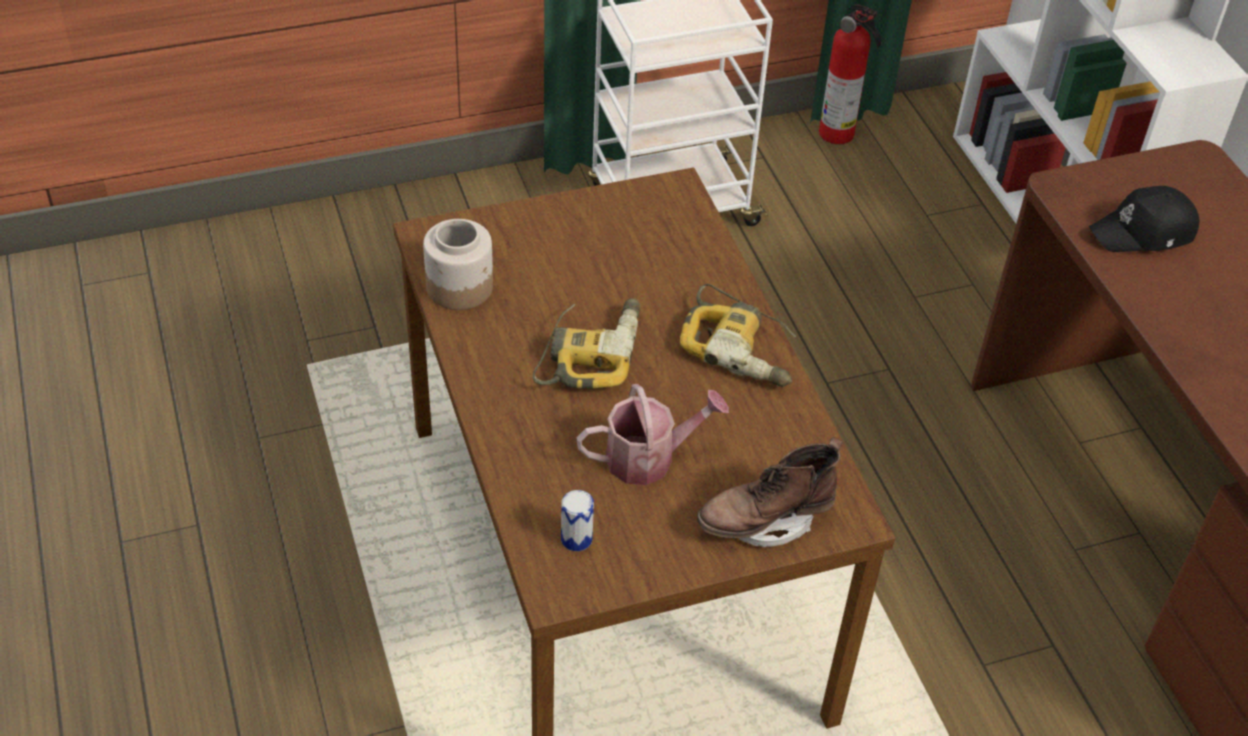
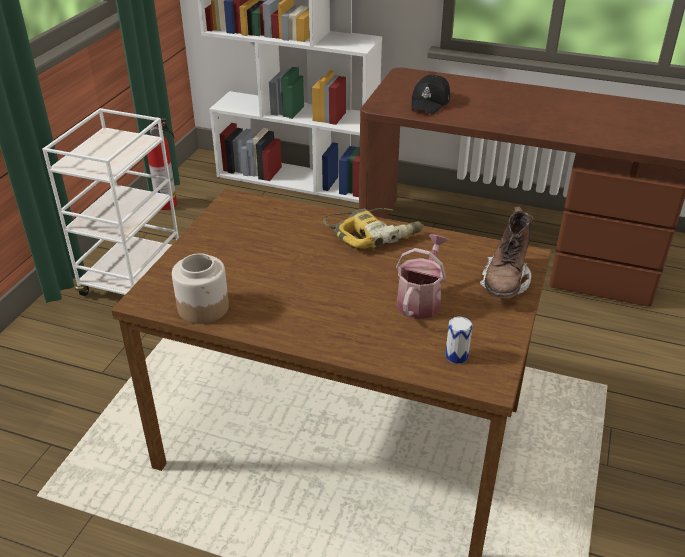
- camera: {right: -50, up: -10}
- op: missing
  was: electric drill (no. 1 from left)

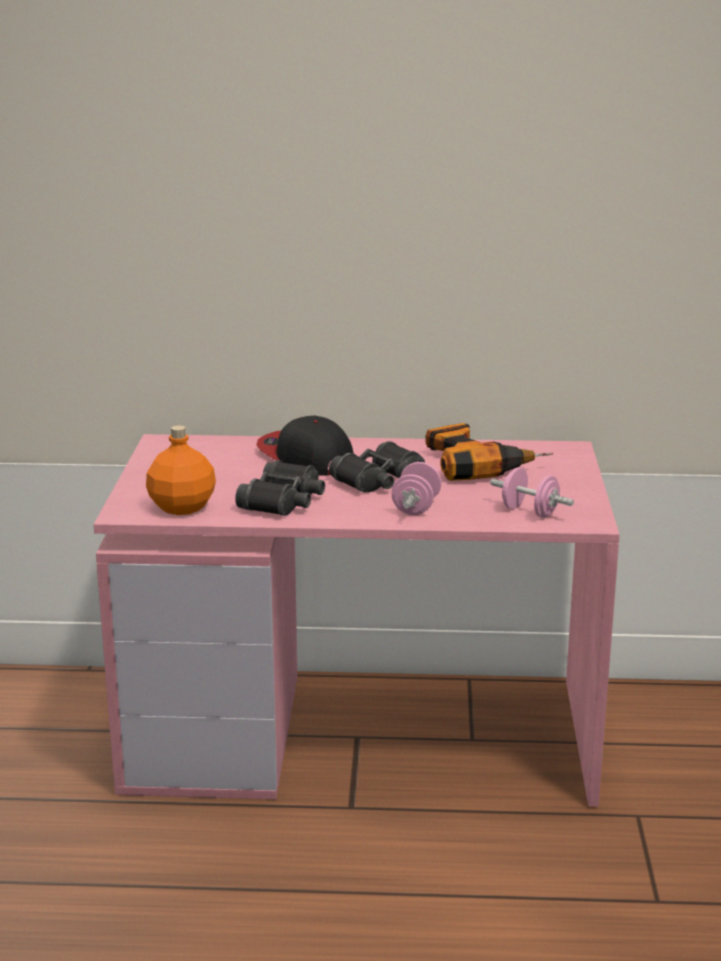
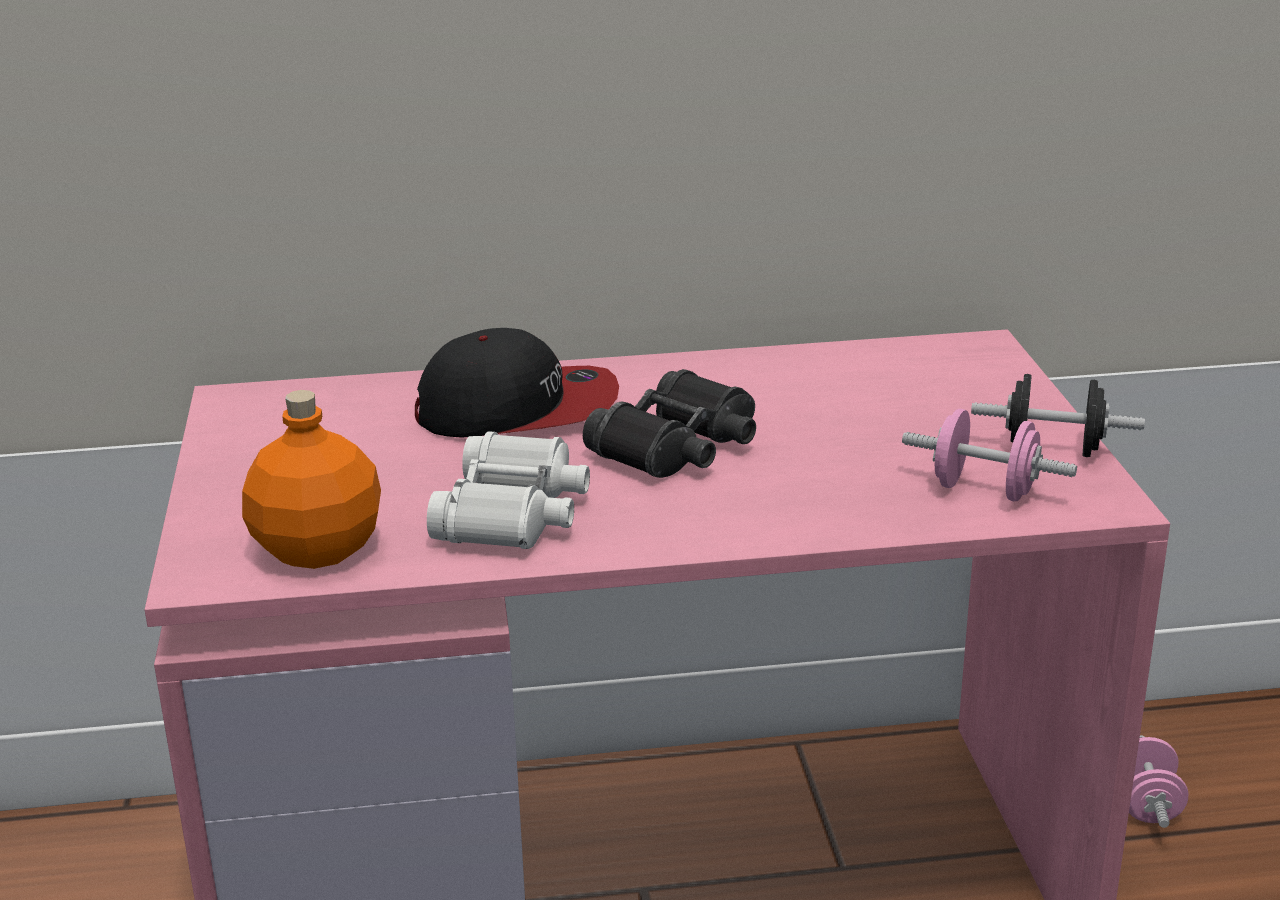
- camera: {right: -10, up: 5}
- op: missing
  was: electric drill
- op: appeared
  now: dumbbell (black)
- op: relocated
  was: dumbbell (pinkish) (no. 1 from left in the first image)
  now: dumbbell (pinkish) (no. 2 from left)
- op: colour
  was: binoculars (black) (no. 1 from left)
  now: binoculars (white)
- op: spun
  was: peaked cap
  clockwise: 135

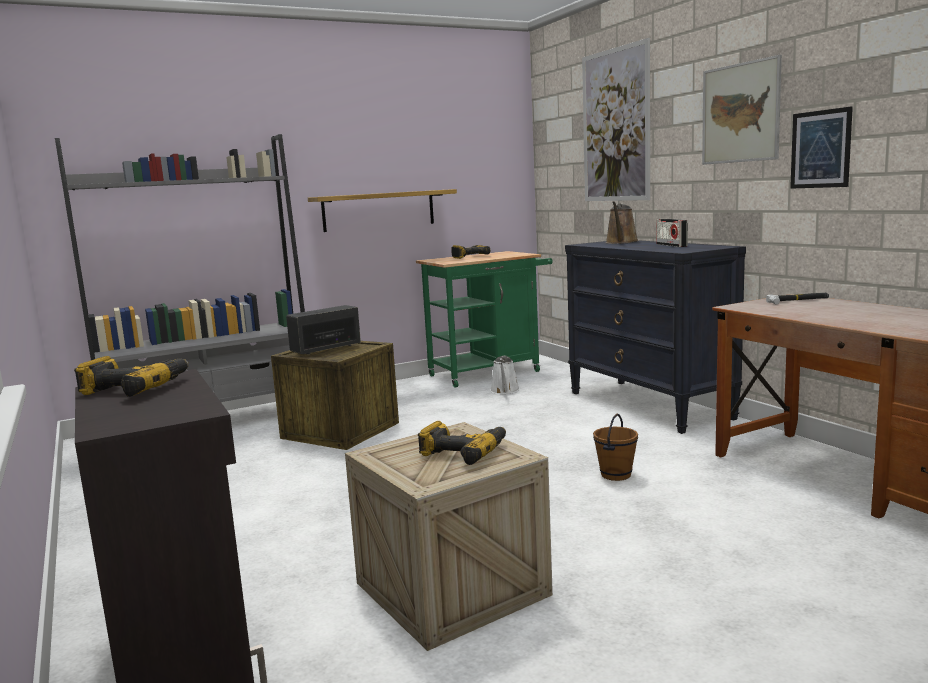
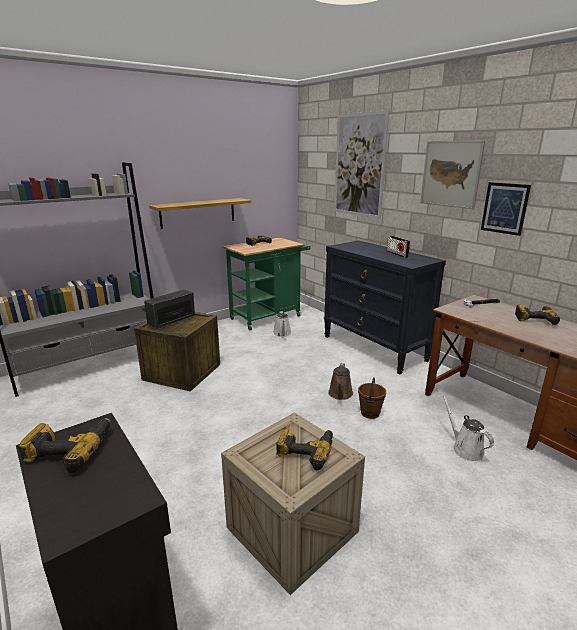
- camera: {right: -10, up: 10}
- op: appeared
  now: sprinkling can (white) (no. 2 from left)
- op: appeared
  now: electric drill (no. 4 from left)
- op: relocated
  was: sprinkling can (brown-coloured)

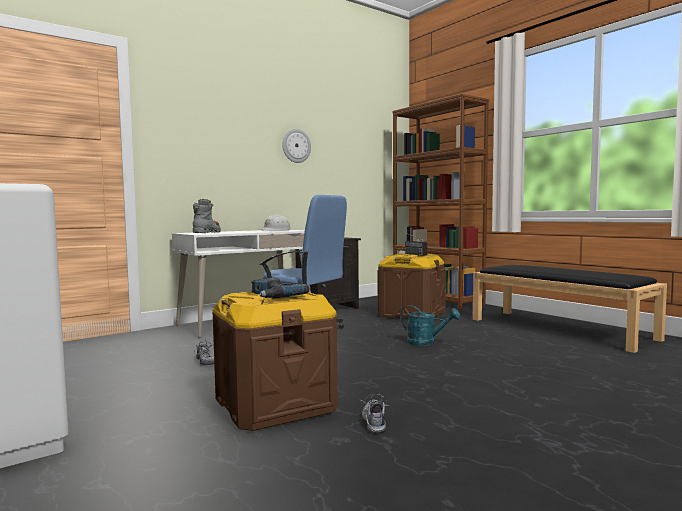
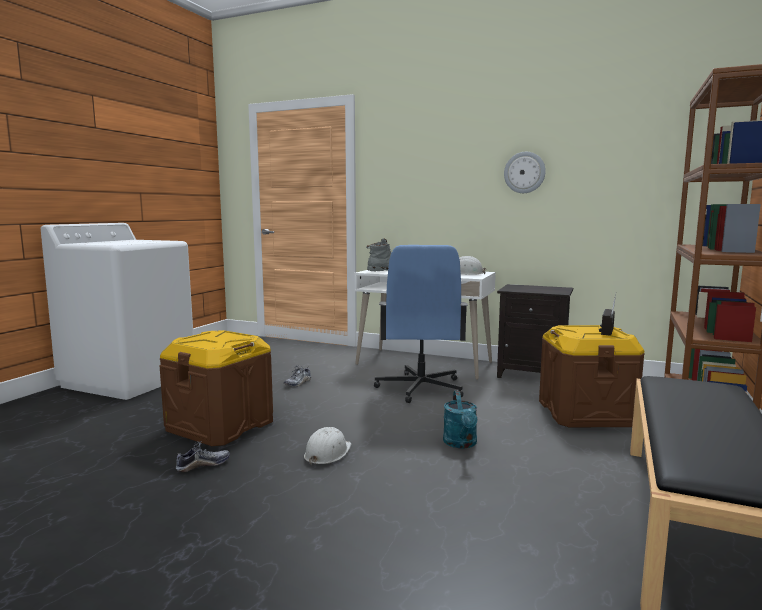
- camera: {right: 60, up: 5}
- op: missing
  was: electric drill
- op: appeared
  now: safety helmet (white) (no. 1 from left)

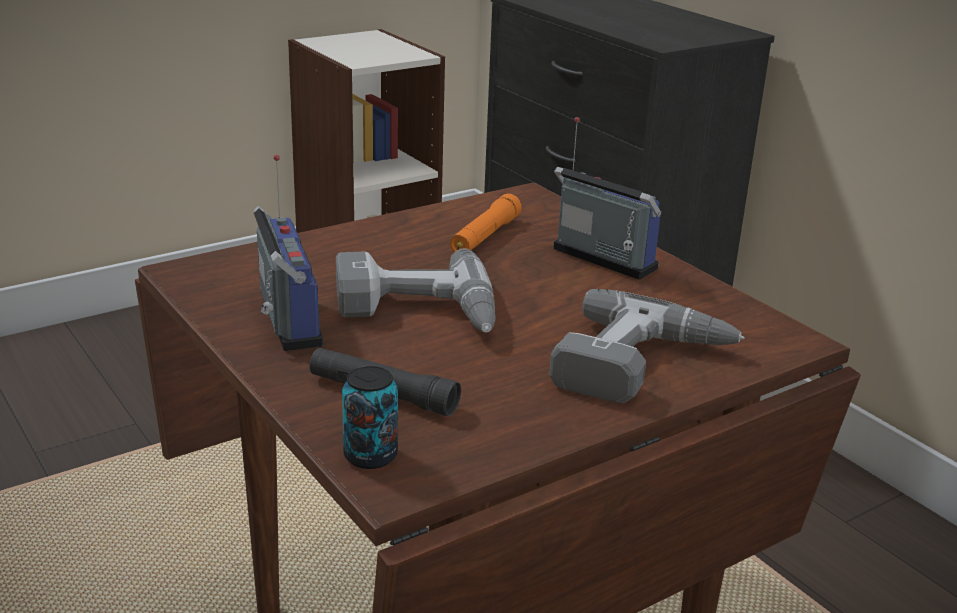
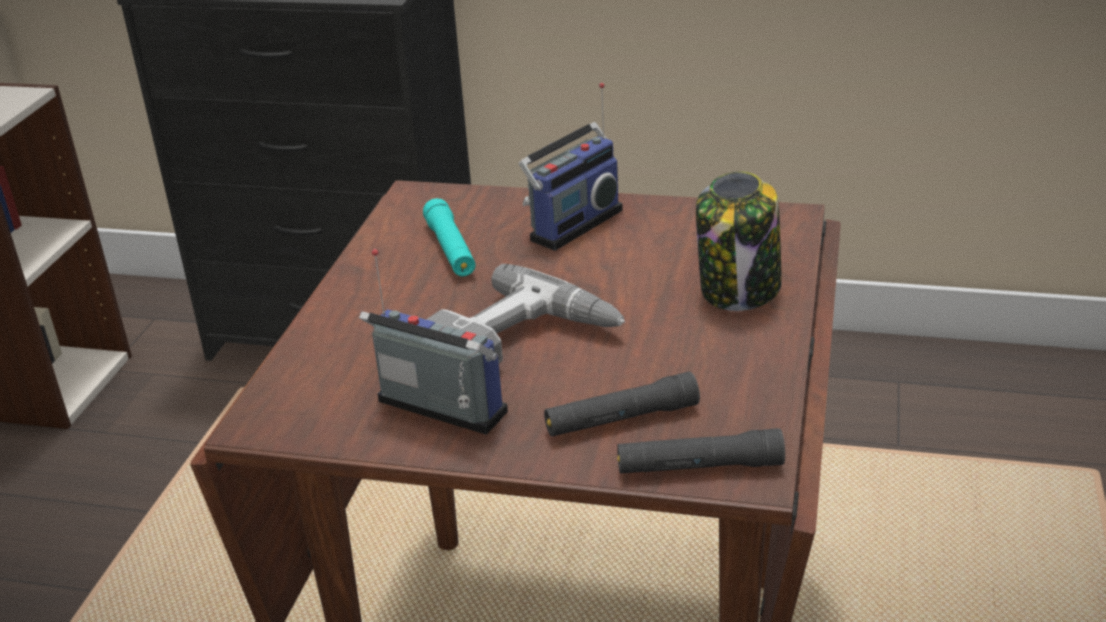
- camera: {right: -40, up: 5}
- op: exchanged
  was: can
  now: torch (black) (no. 2 from left)
- op: exchanged
  was: electric drill (no. 2 from left)
  now: preserve jar
- op: colour
  was: torch (orange-coloured)
  now: torch (turquoise-coloured)
- op: spun
  was: radio (no. 2 from left)
  clockwise: 135

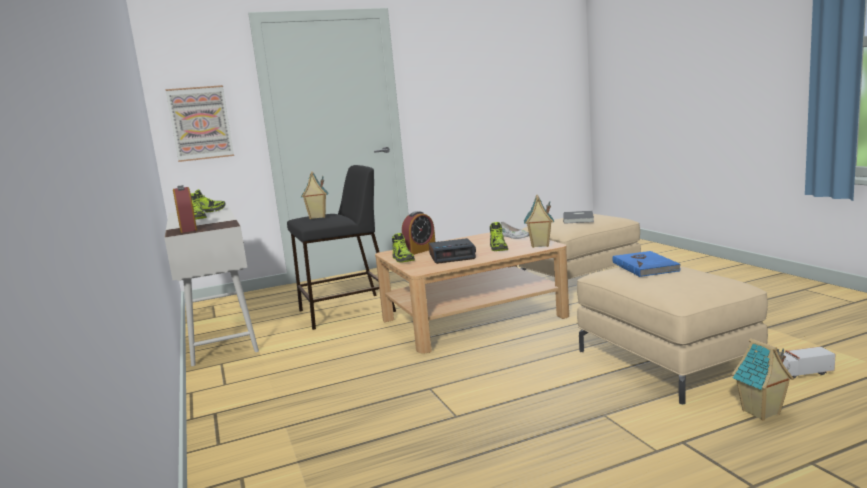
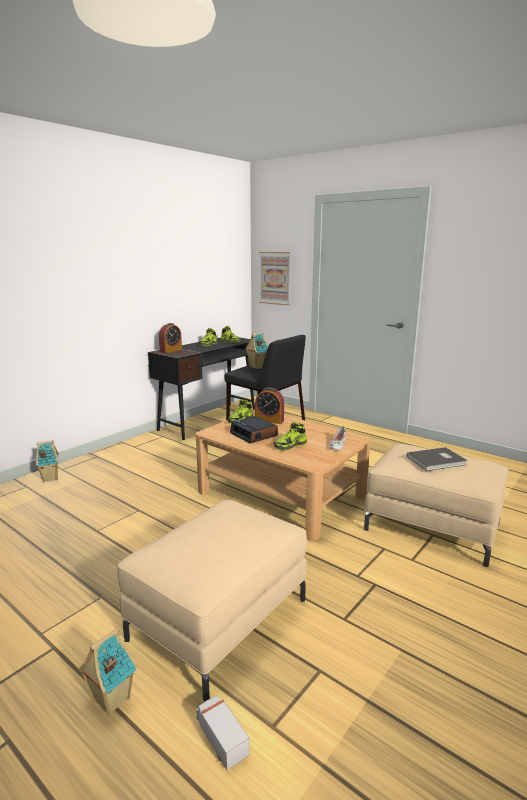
- camera: {right: 60, up: 5}
- op: missing
  was: bound book (blue-coloured)
- op: relocated
  was: toy house (no. 2 from left in the first image)
  now: toy house (no. 1 from left)
- op: colour
  was: desk (white)
  now: desk (black)

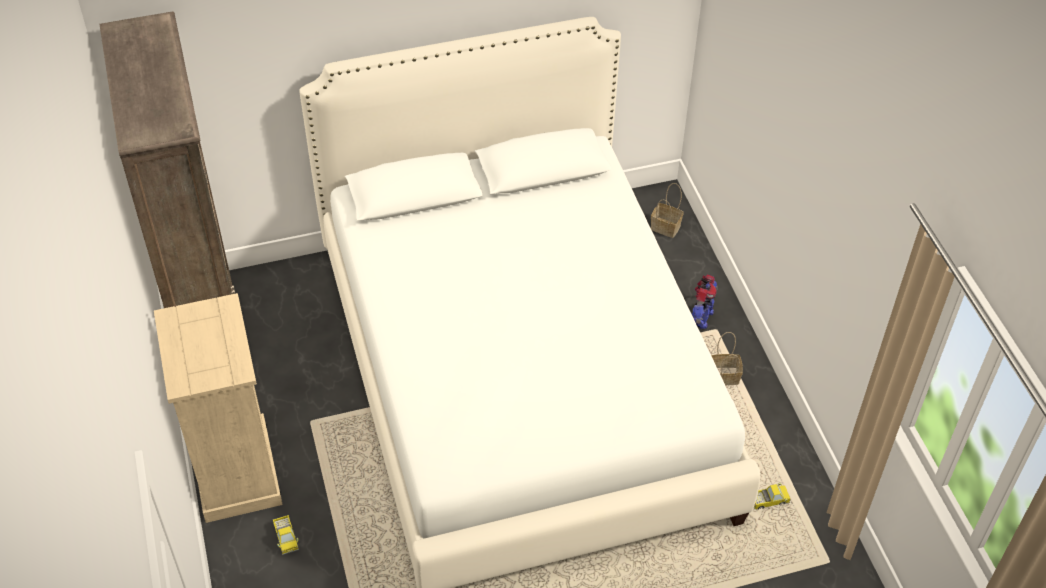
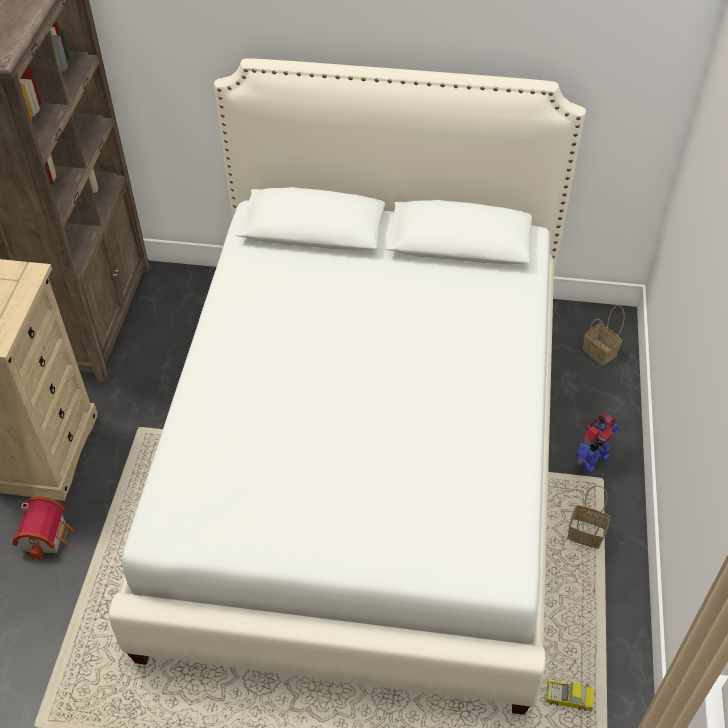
- camera: {right: 25, up: 0}
- op: exchanged
  was: model truck (no. 1 from left)
  now: toy house

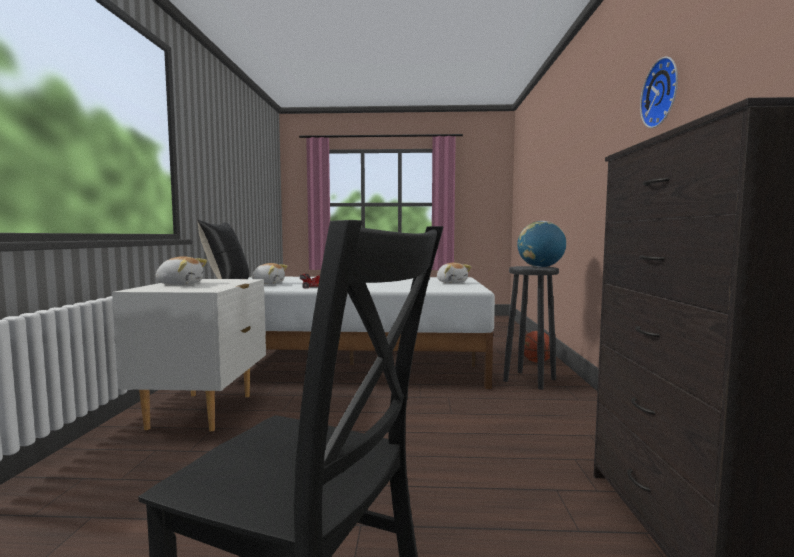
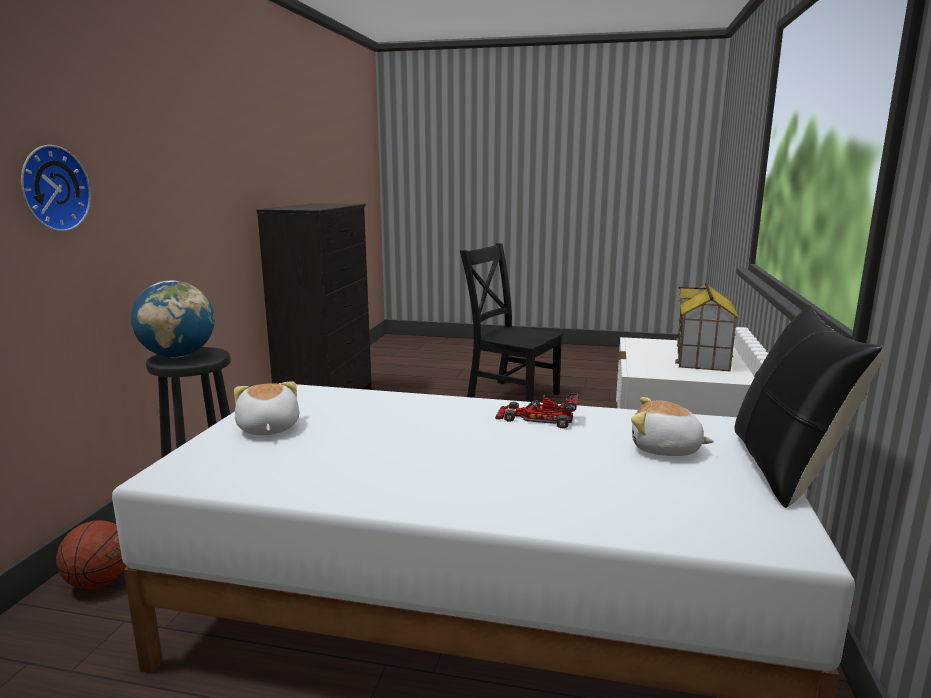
- camera: {right: -170, up: 10}
- op: relocated
  was: clock on the wall
- op: exchanged
  was: plush toy (no. 1 from left)
  now: toy house

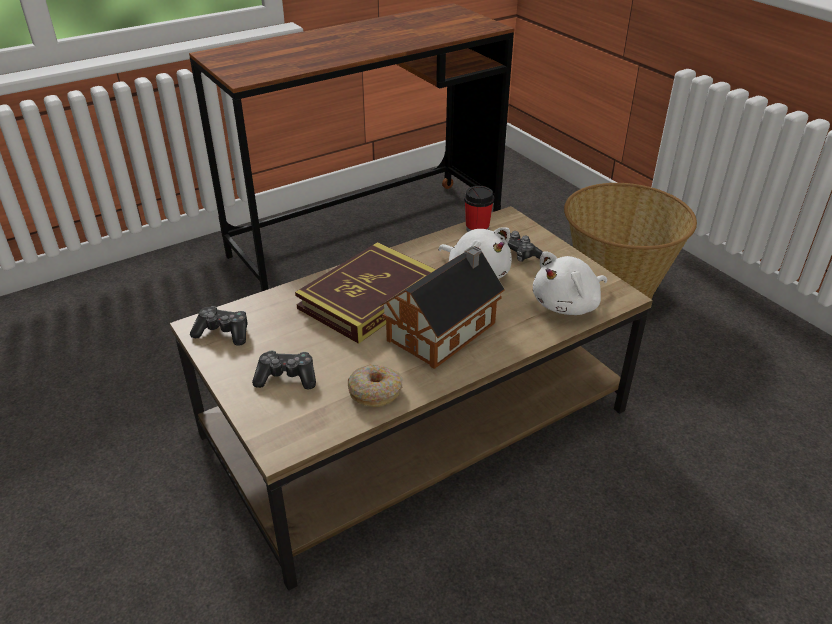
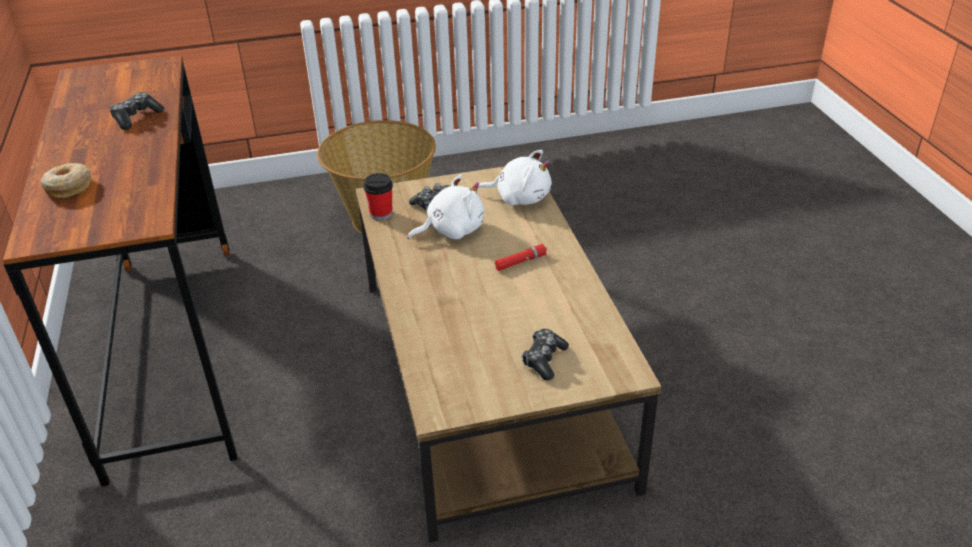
- camera: {right: -70, up: 0}
- op: missing
  was: bound book
- op: relocated
  was: joypad (no. 1 from left)
- op: relocated
  was: donut
- op: exchanged
  was: toy house
  now: torch (red)
- op: spun
  was: plush toy (white) (no. 2 from left)
  clockwise: -60

